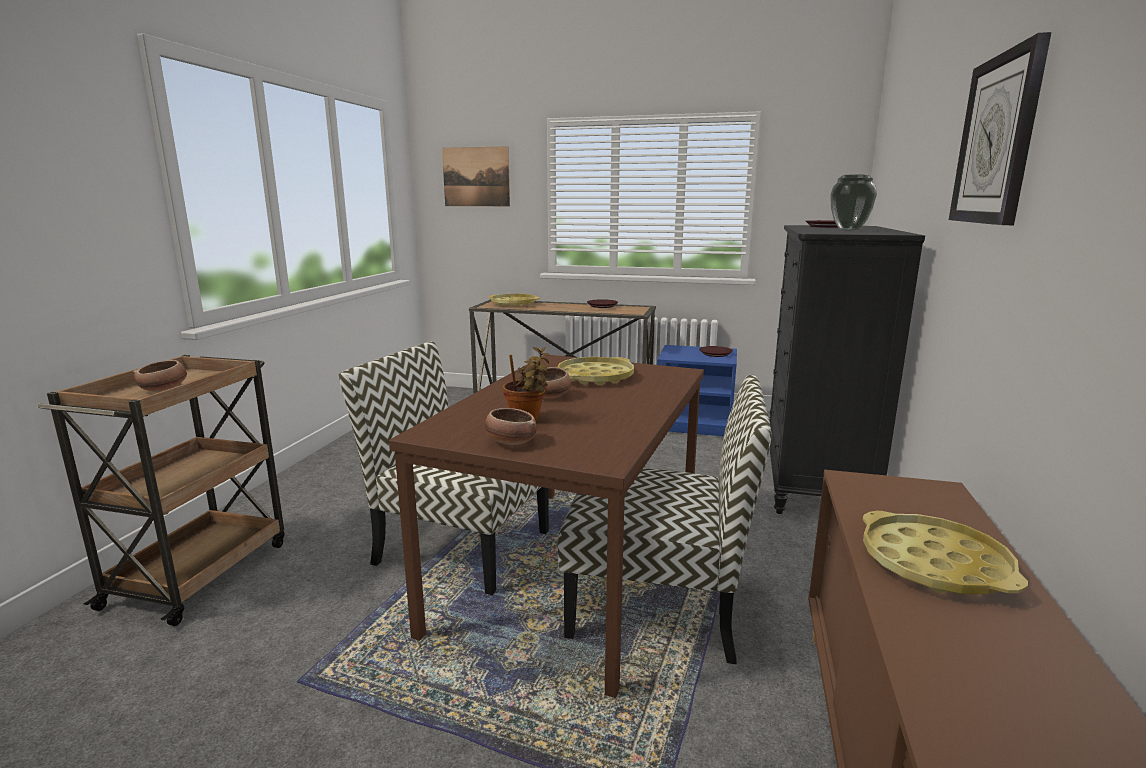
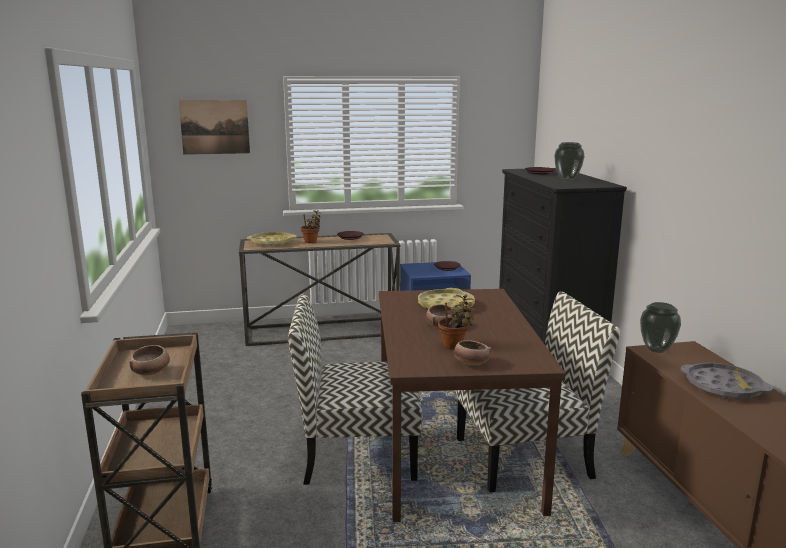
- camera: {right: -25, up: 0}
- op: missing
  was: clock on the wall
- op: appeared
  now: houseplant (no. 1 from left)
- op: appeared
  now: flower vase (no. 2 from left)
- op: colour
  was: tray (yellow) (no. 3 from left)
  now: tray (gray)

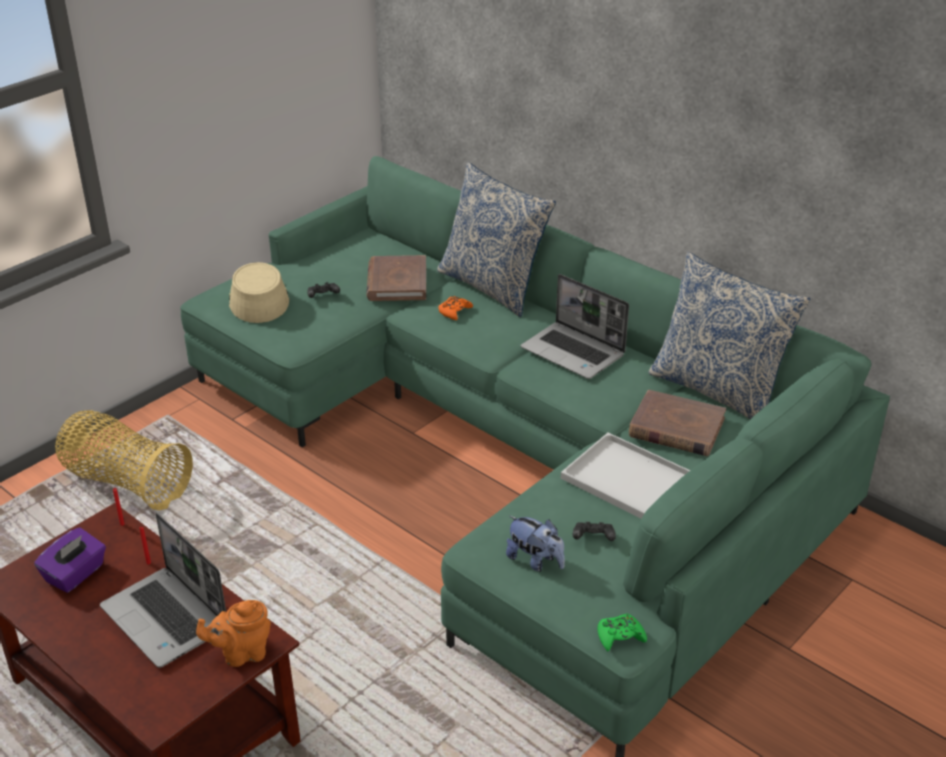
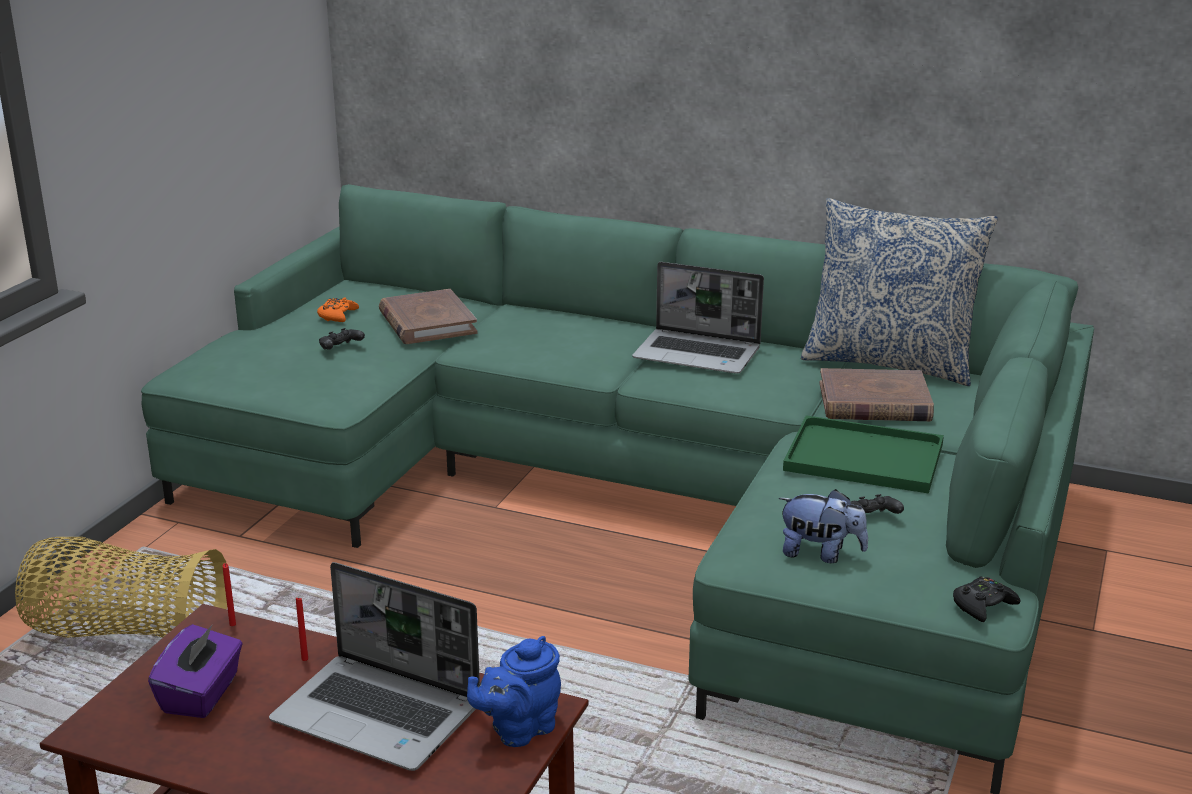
- camera: {right: -20, up: -10}
- op: missing
  was: hat (beige)
- op: missing
  was: cushion (no. 1 from left)
- op: relocated
  was: joypad (orange-coloured)
- op: colour
  was: teapot (orange-coloured)
  now: teapot (blue-coloured)
- op: colour
  was: tray (white)
  now: tray (green-coloured)
- op: colour
  was: joypad (green-coloured)
  now: joypad (black) (no. 3 from left)

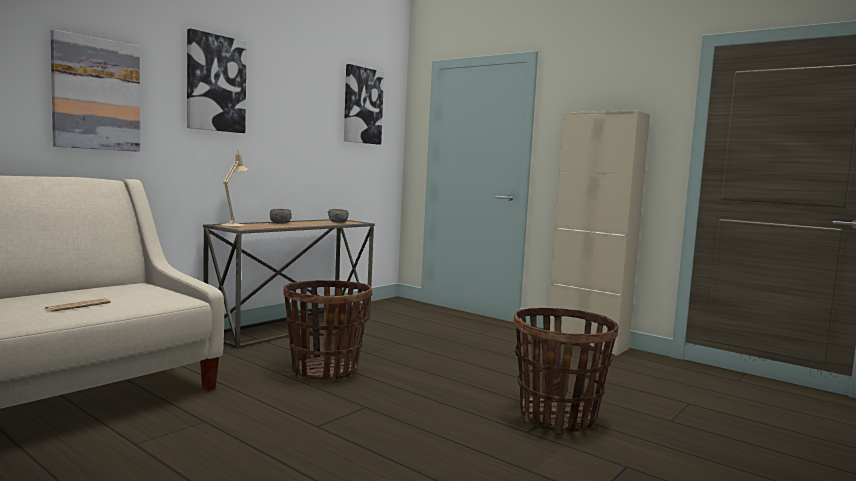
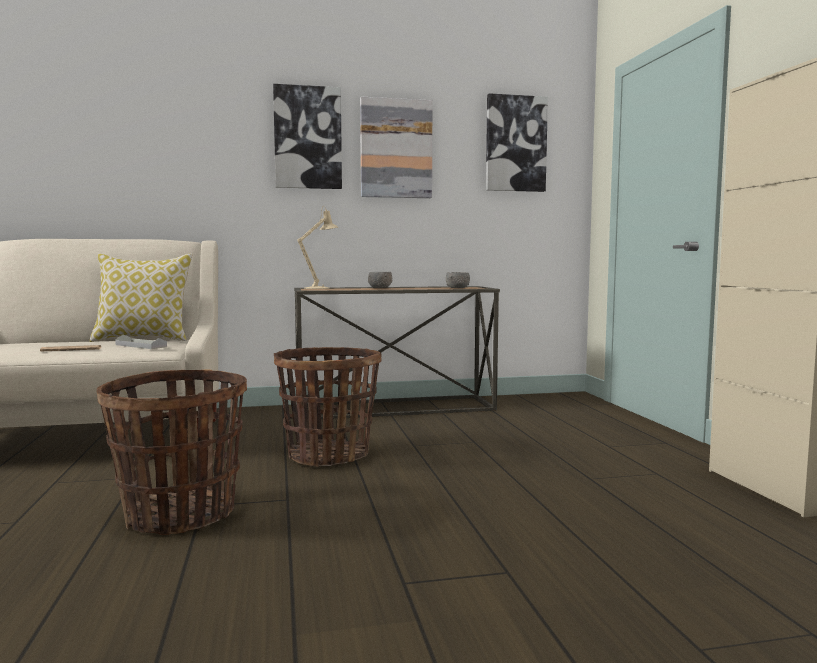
- camera: {right: 40, up: 0}
- op: appeared
  now: cushion
- op: appeared
  now: tray (gray)
- op: relocated
  was: wall picture (no. 1 from left in the first image)
  now: wall picture (no. 2 from left)
- op: relocated
  was: storage basket (no. 2 from left in the first image)
  now: storage basket (no. 1 from left)

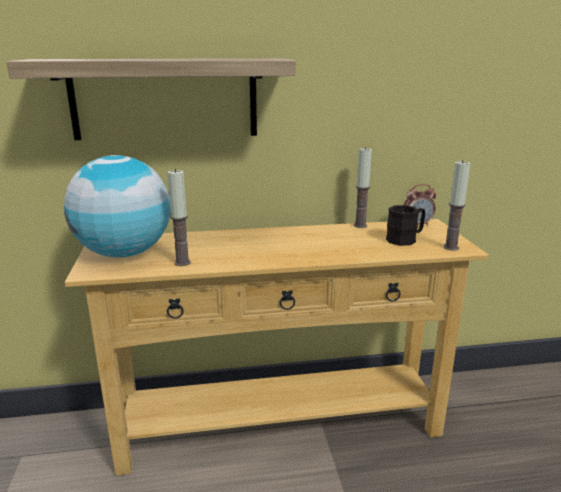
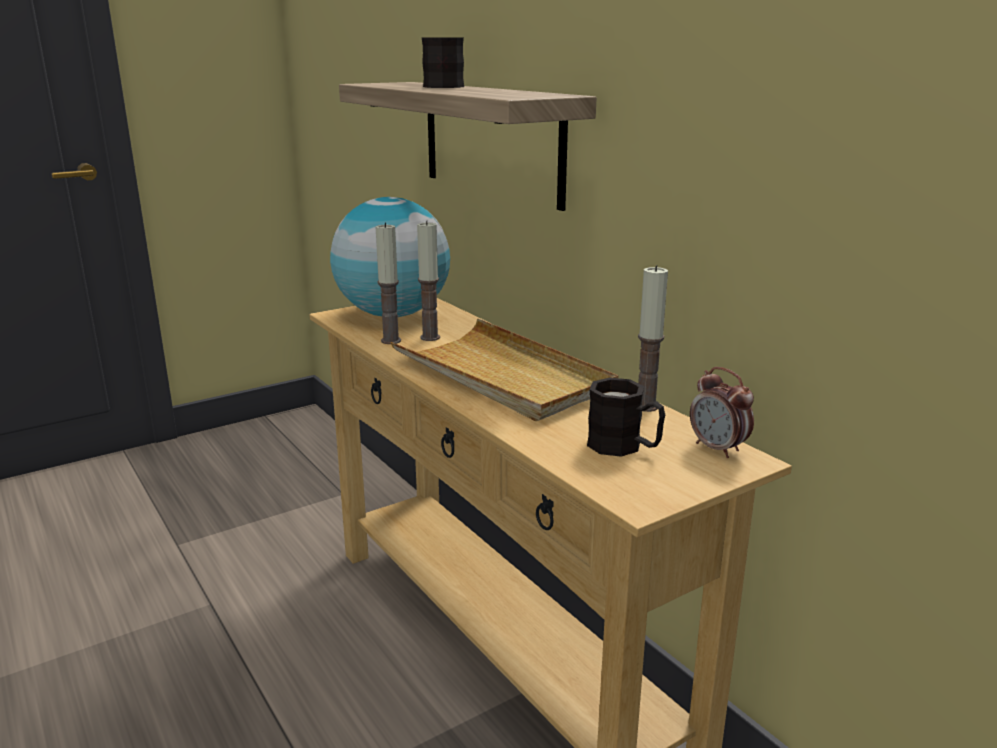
- camera: {right: 65, up: 0}
- op: appeared
  now: tray (beige)
- op: appeared
  now: tea mug (black) (no. 1 from left)
- op: relocated
  was: wax light (no. 3 from left in the first image)
  now: wax light (no. 2 from left)

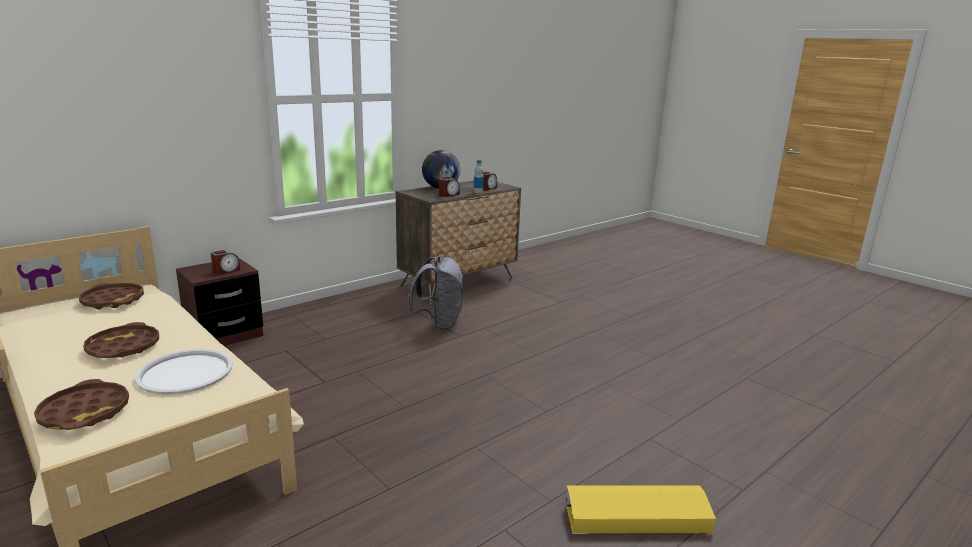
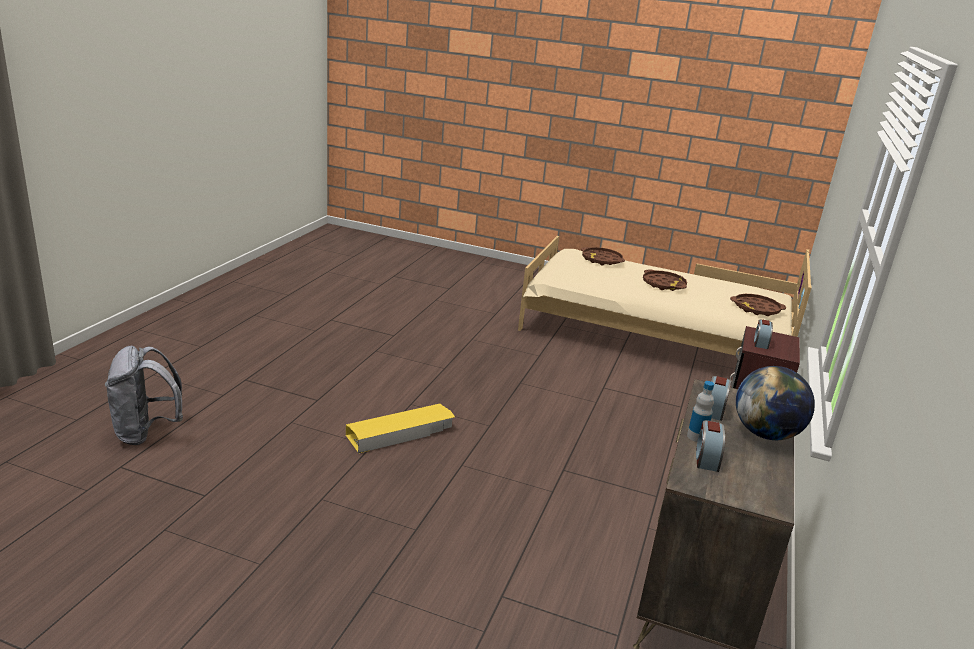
- camera: {right: 150, up: 5}
- op: missing
  was: tray (white)
- op: relocated
  was: rucksack (gray)
- op: relocated
  was: storage bin (yellow)

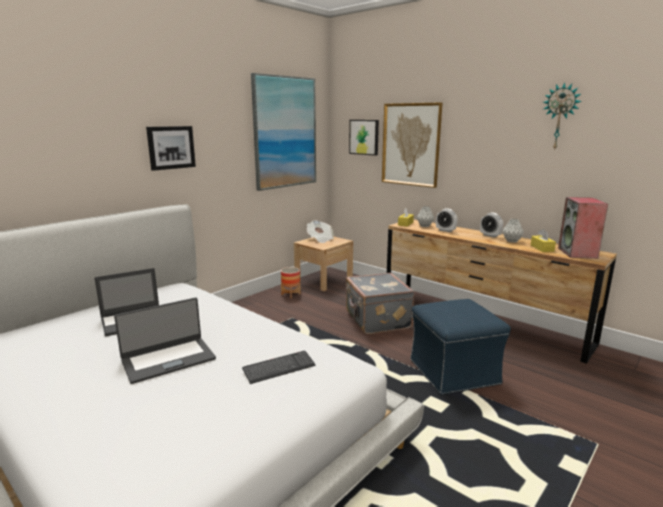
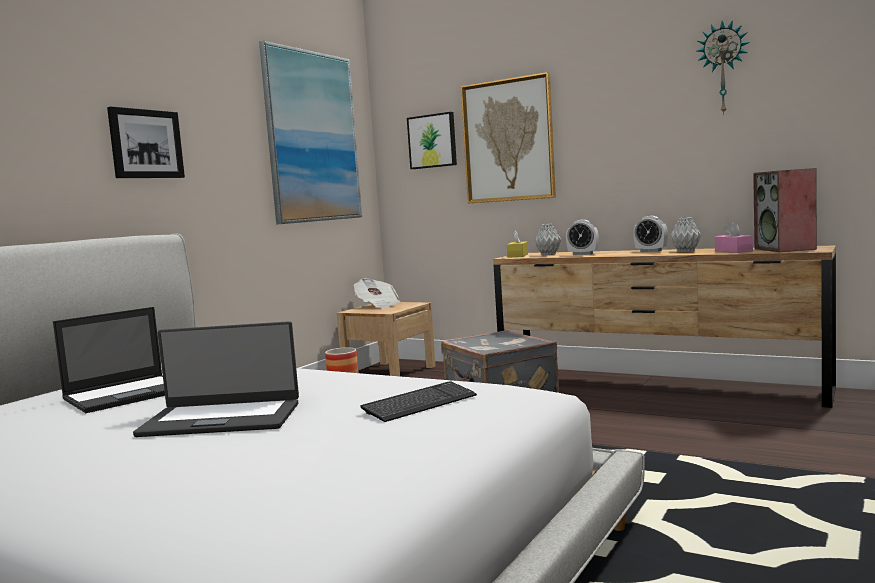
- camera: {right: -10, up: -10}
- op: missing
  was: ottoman (blue-coloured)
- op: colour
  was: tissue holder (yellow) (no. 2 from left)
  now: tissue holder (pinkish)
- op: spun
  was: portable computer (no. 2 from left)
  clockwise: 45

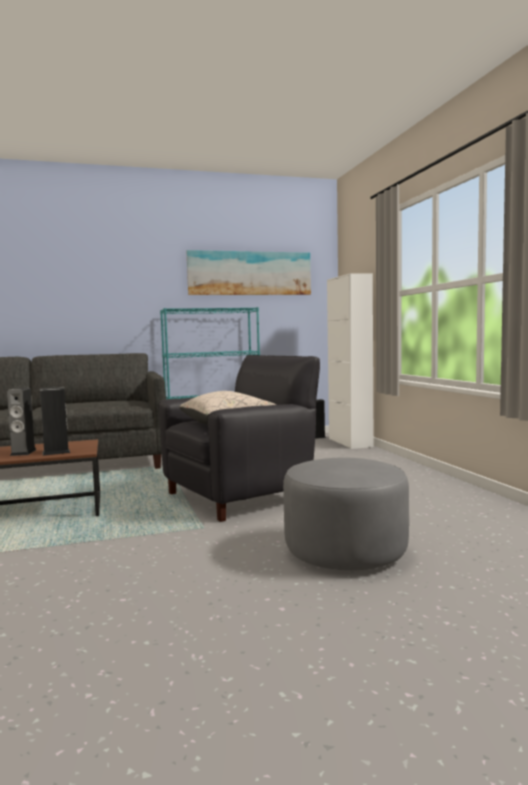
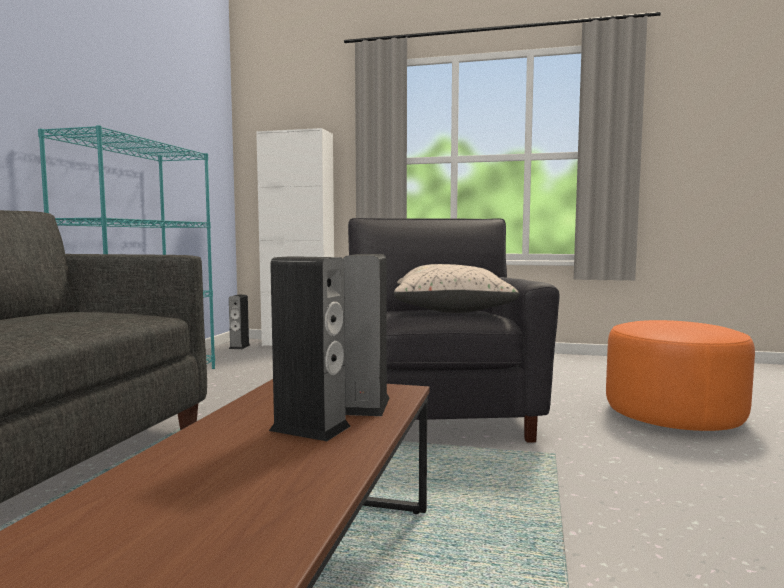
- camera: {right: -60, up: 0}
- op: missing
  was: wall picture
- op: colour
  was: ottoman (gray)
  now: ottoman (orange-coloured)

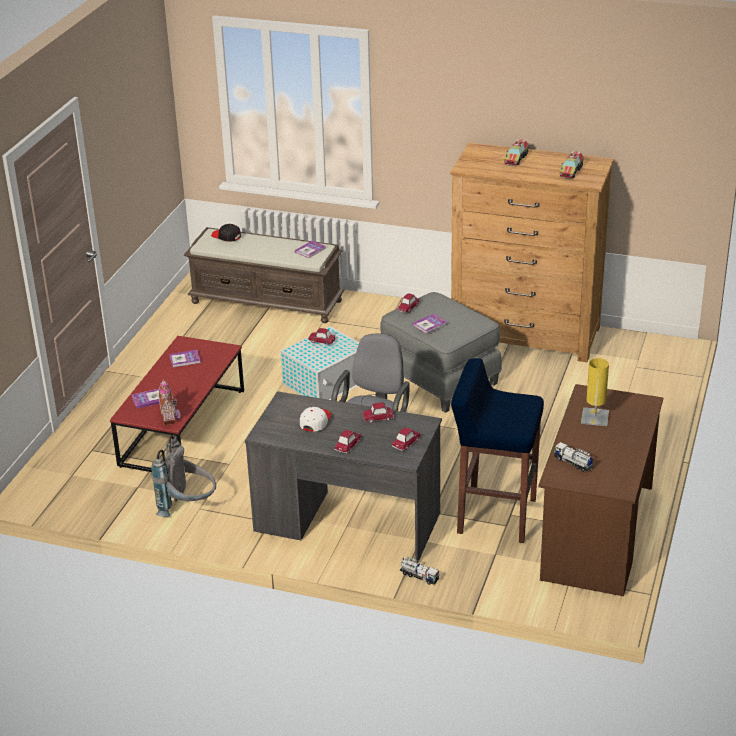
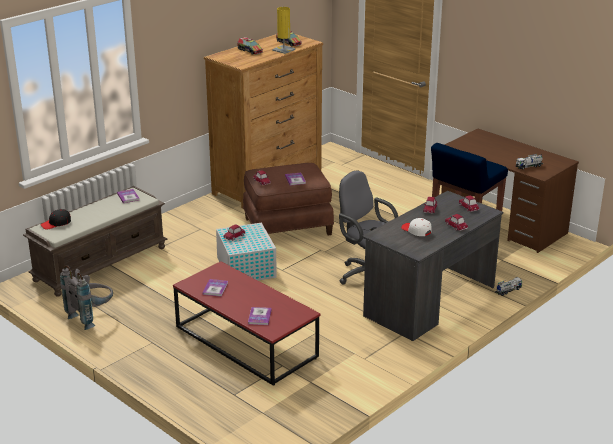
- camera: {right: -65, up: -5}
- op: missing
  was: toy house
- op: relocated
  was: rucksack (gray)
- op: relocated
  was: tabletop lamp (yellow)
- op: colour
  was: ottoman (gray)
  now: ottoman (brown-coloured)

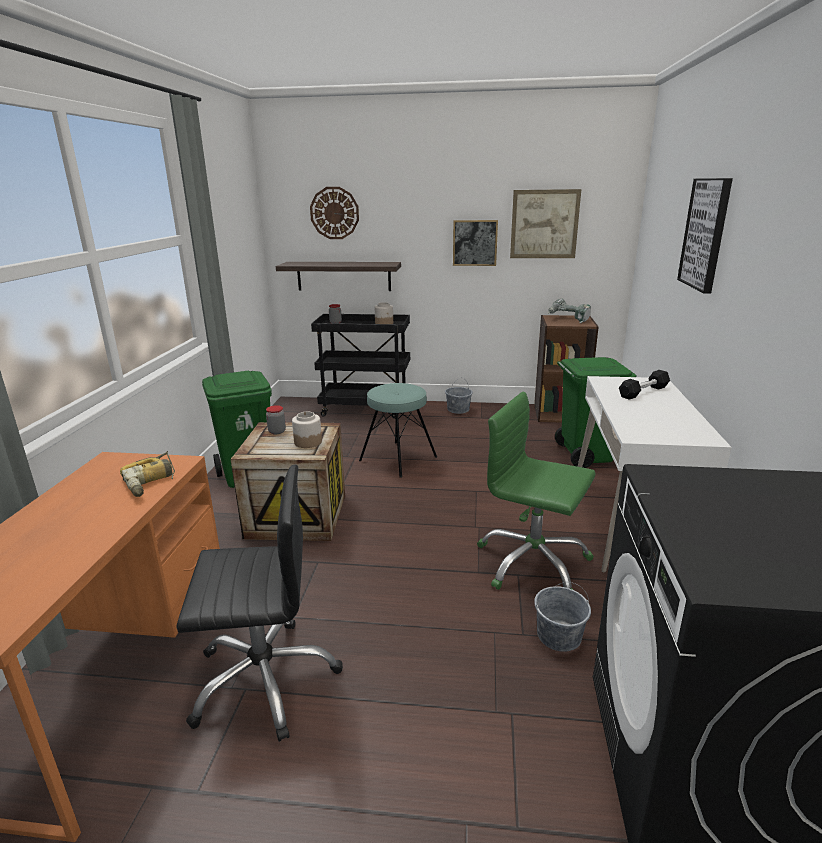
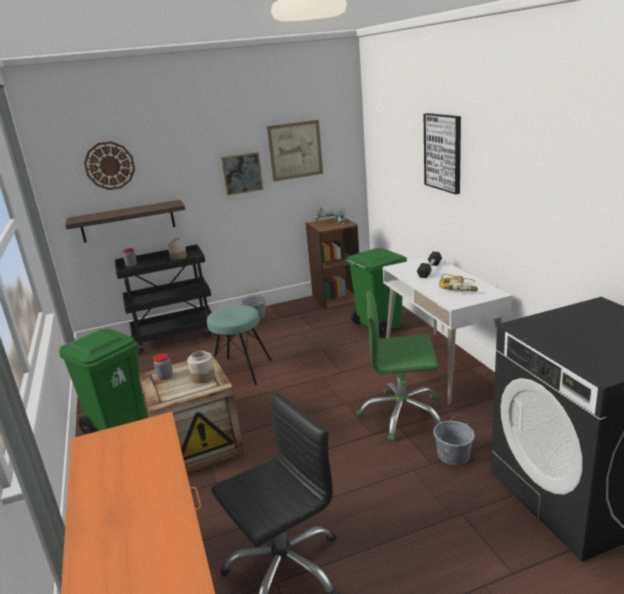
- camera: {right: -25, up: 0}
- op: relocated
  was: electric drill (no. 1 from left in the first image)
  now: electric drill (no. 2 from left)

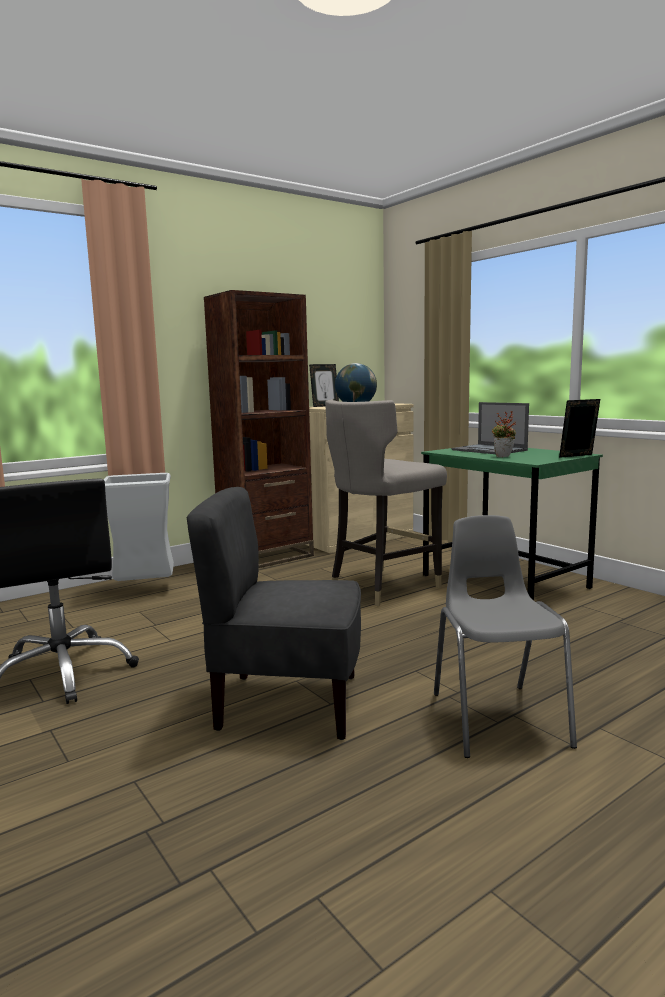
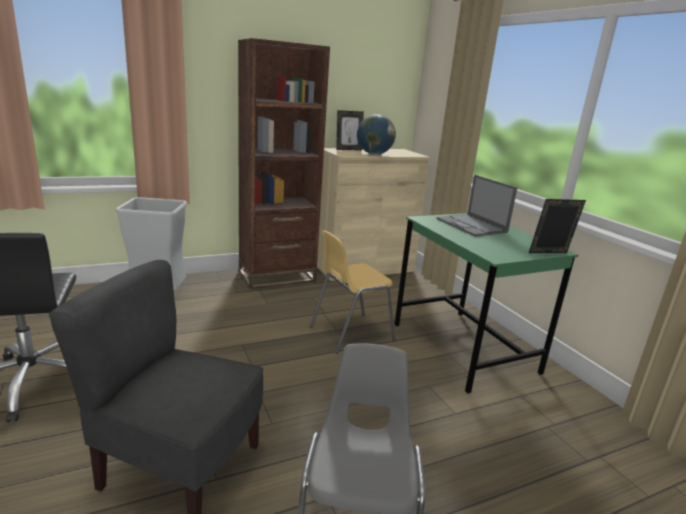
- camera: {right: 10, up: 10}
- op: missing
  was: houseplant
- op: exchanged
  was: sitting stool (gray)
  now: chair (yellow)

